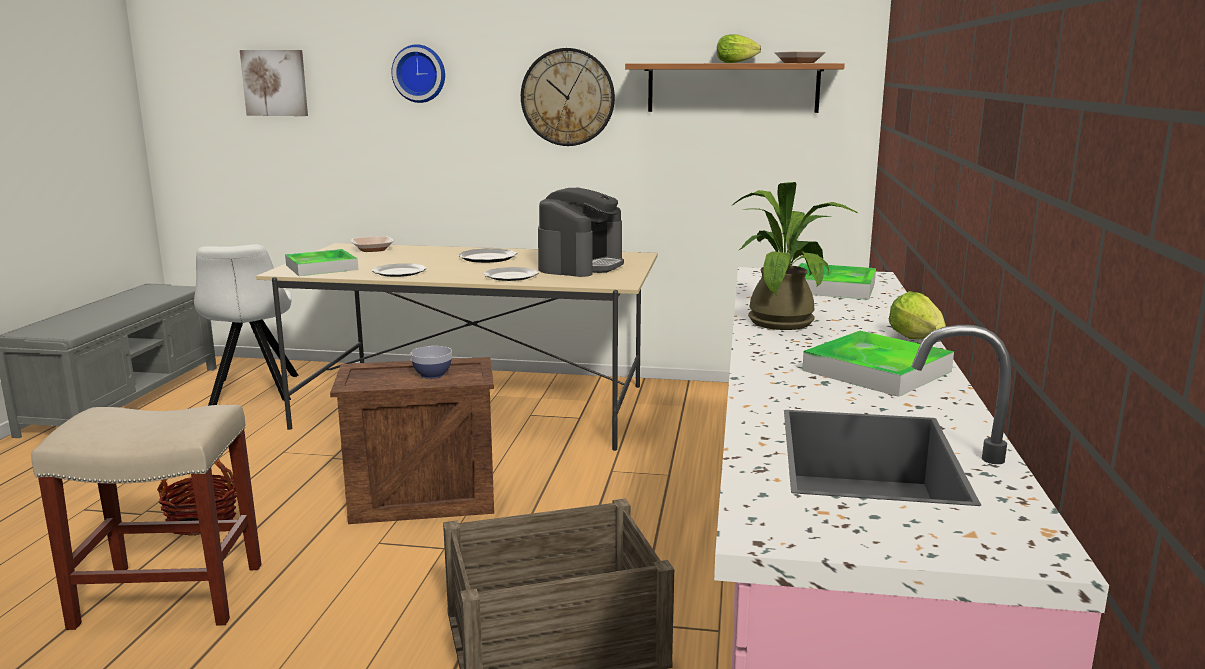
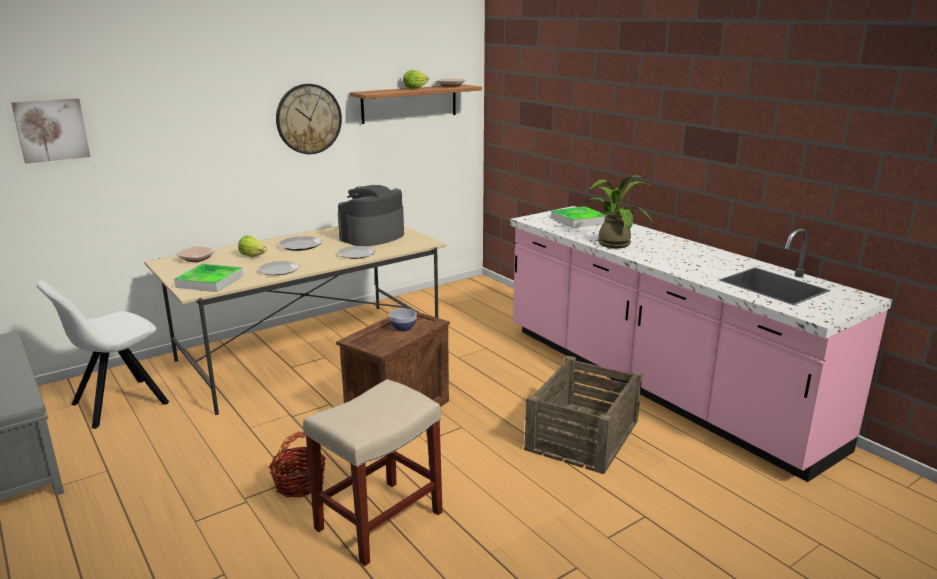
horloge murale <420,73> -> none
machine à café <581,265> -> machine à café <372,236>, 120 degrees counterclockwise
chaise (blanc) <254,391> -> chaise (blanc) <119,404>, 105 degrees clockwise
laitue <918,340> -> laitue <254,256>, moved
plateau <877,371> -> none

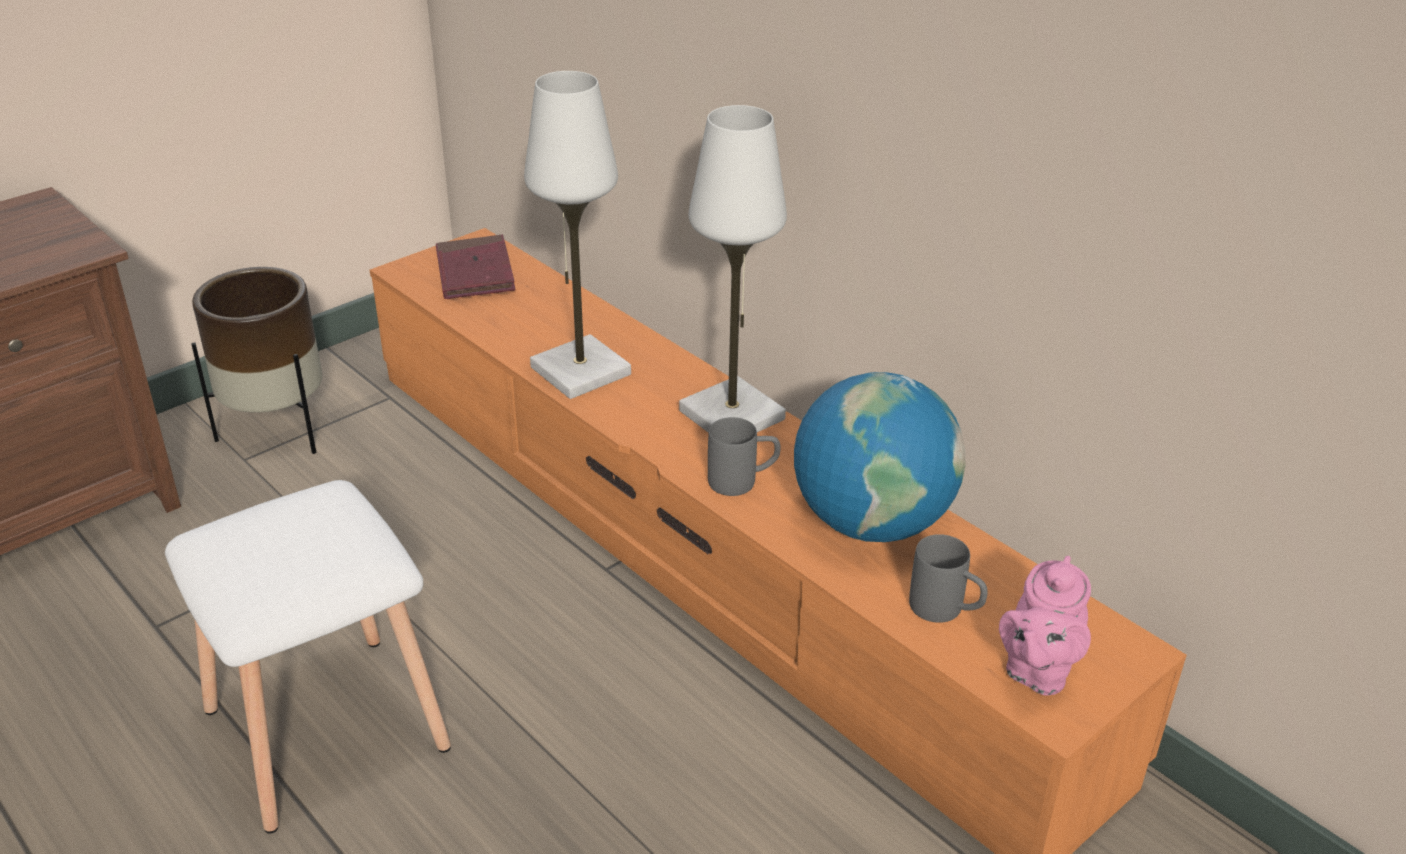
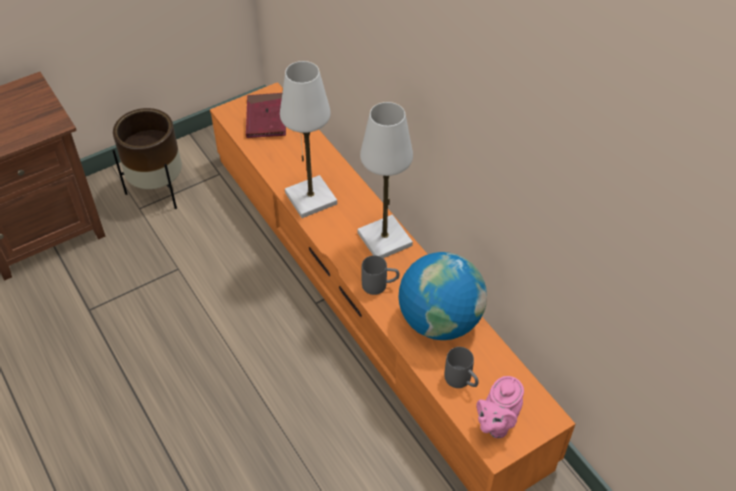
tabouret (blanc) <329,726> -> none

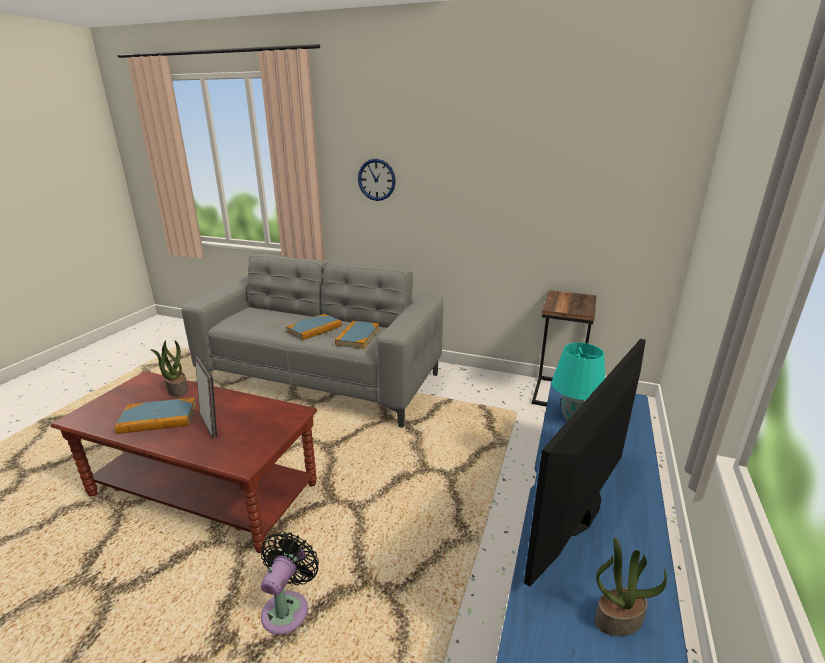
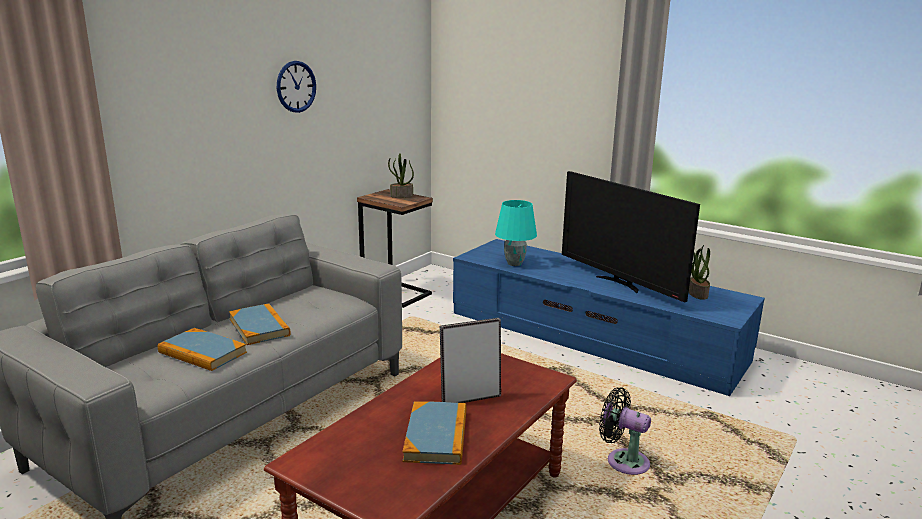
horloge murale <376,180> -> horloge murale <296,86>, moved
livre <358,337> -> livre <202,353>, moved
plante en pot <177,389> -> plante en pot <401,196>, moved

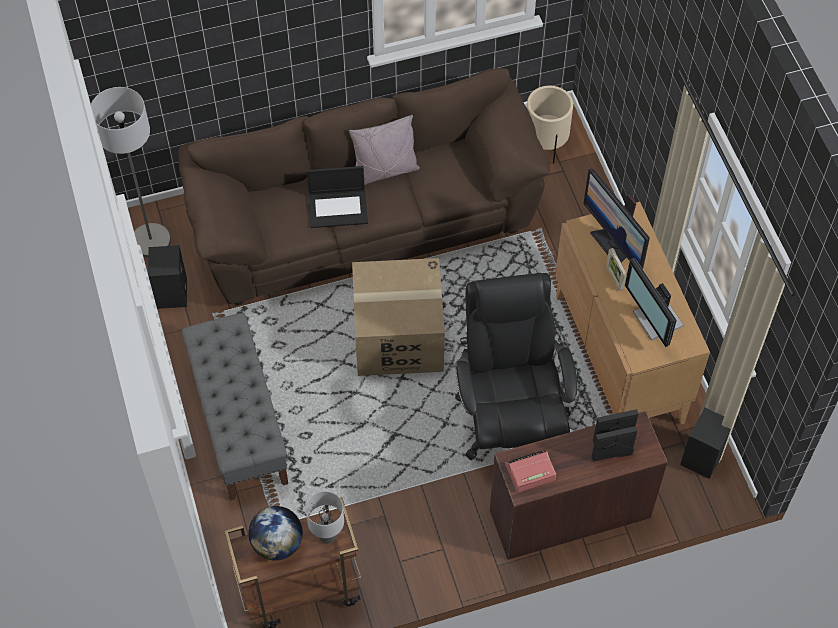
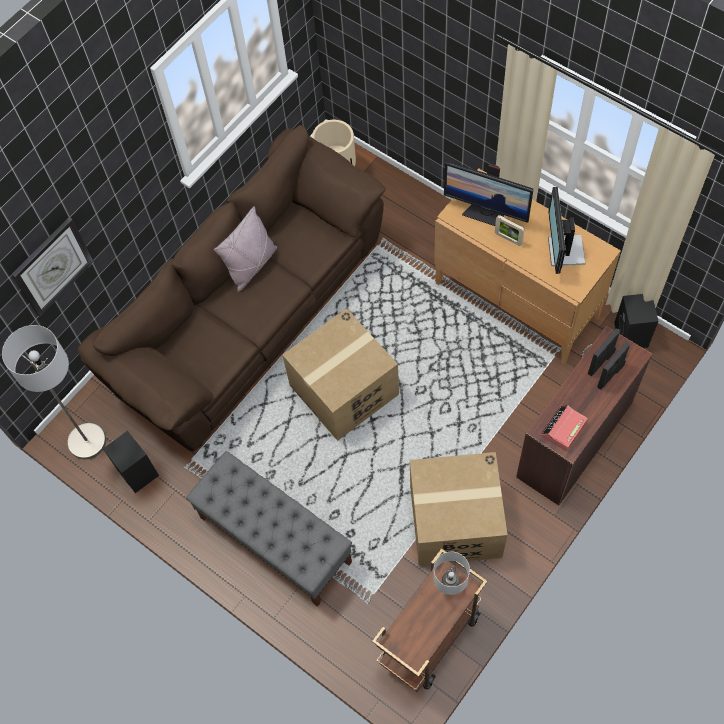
ordinateur portable <338,208> -> none
écran d'ordinateur <656,320> -> écran d'ordinateur <564,251>, 60 degrees clockwise
chaise de bureau (noir) <510,420> -> none
globe <277,543> -> none
none -> horloge murale <52,266>
none -> carton <455,521>

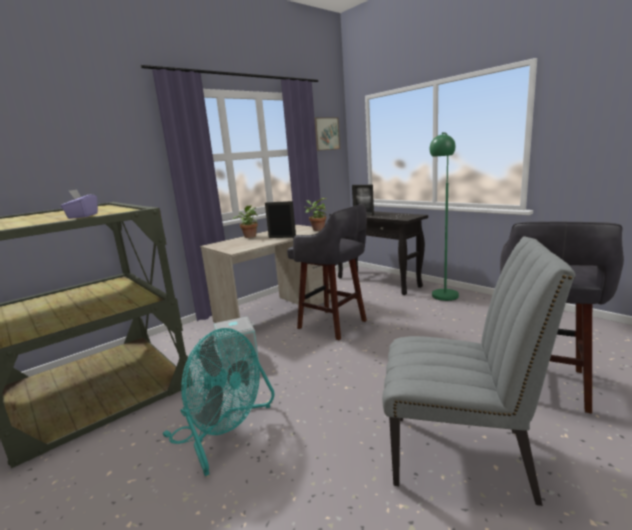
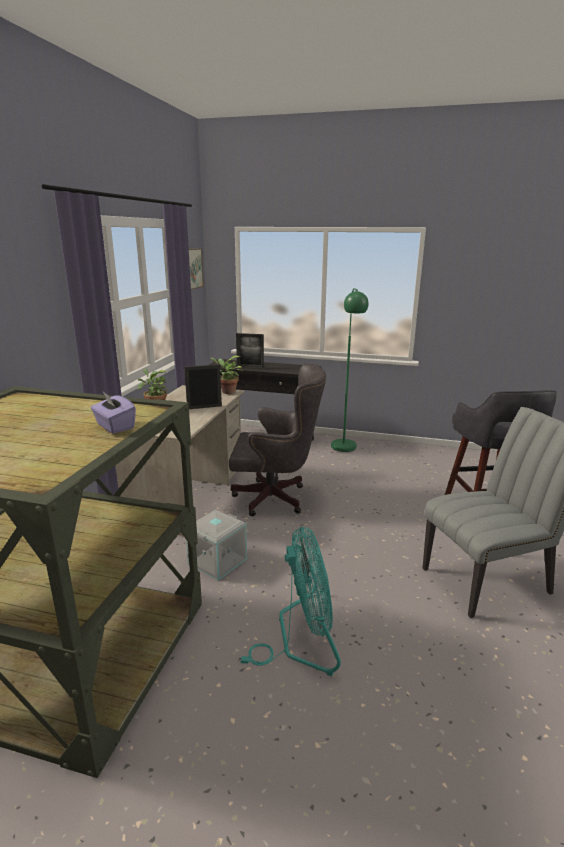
tabouret (gris) <334,325> -> chaise de bureau (gris) <275,498>

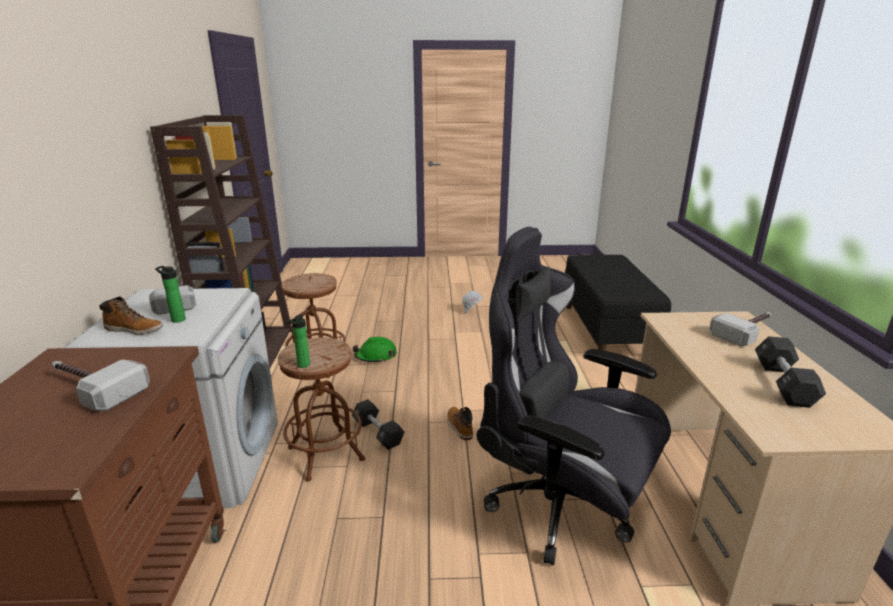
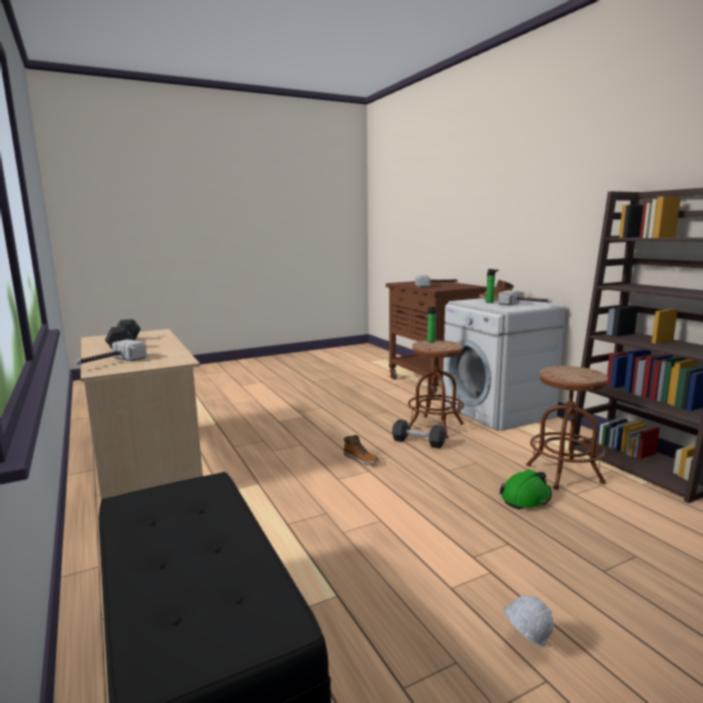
chaise de bureau (noir) <566,511> -> none

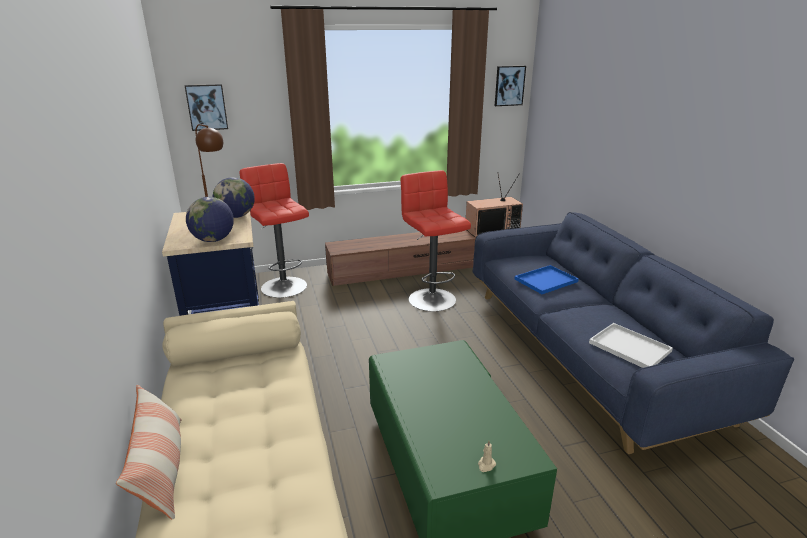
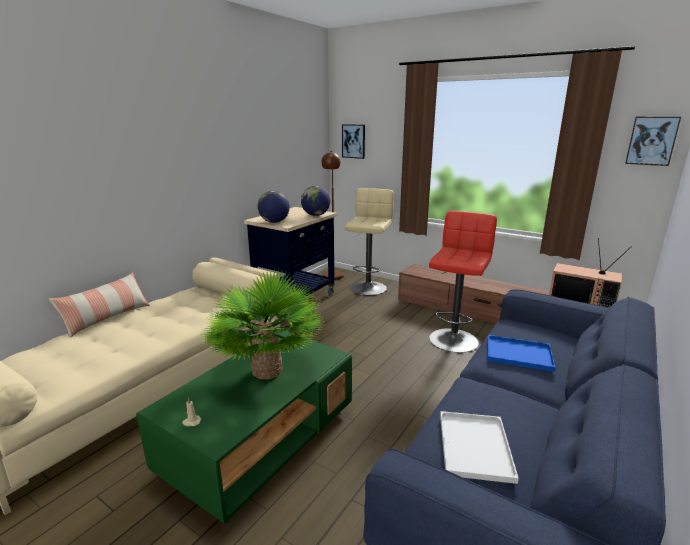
tabouret (rouge) <284,287> -> tabouret (beige) <368,288>
none -> plante en pot <267,370>

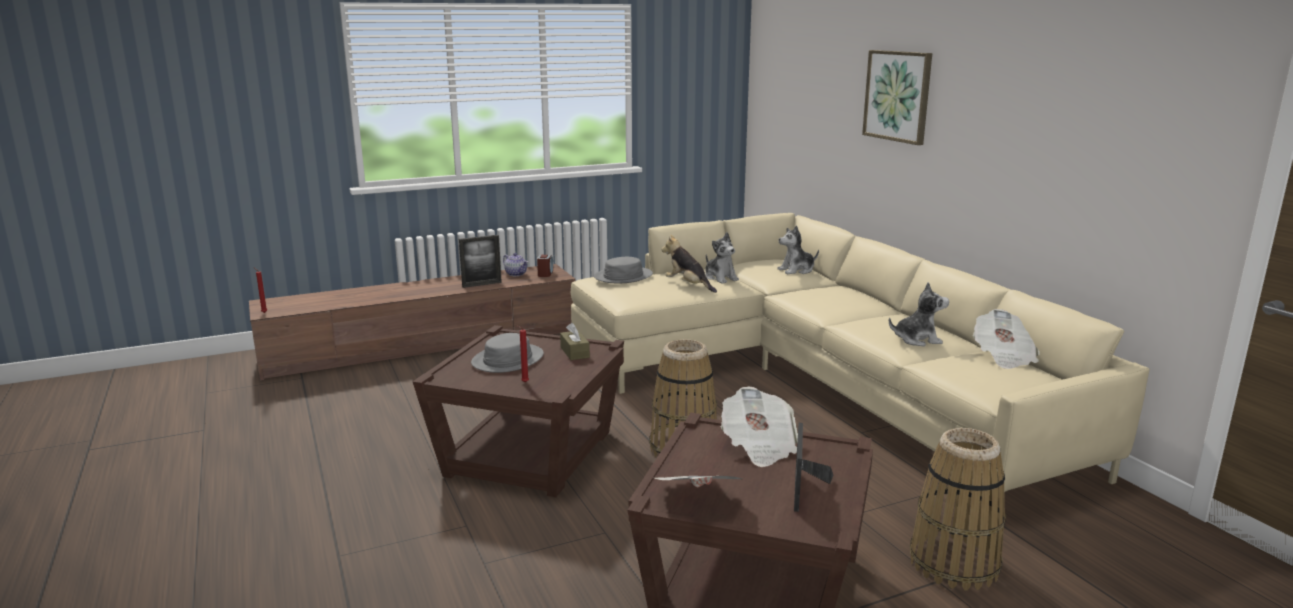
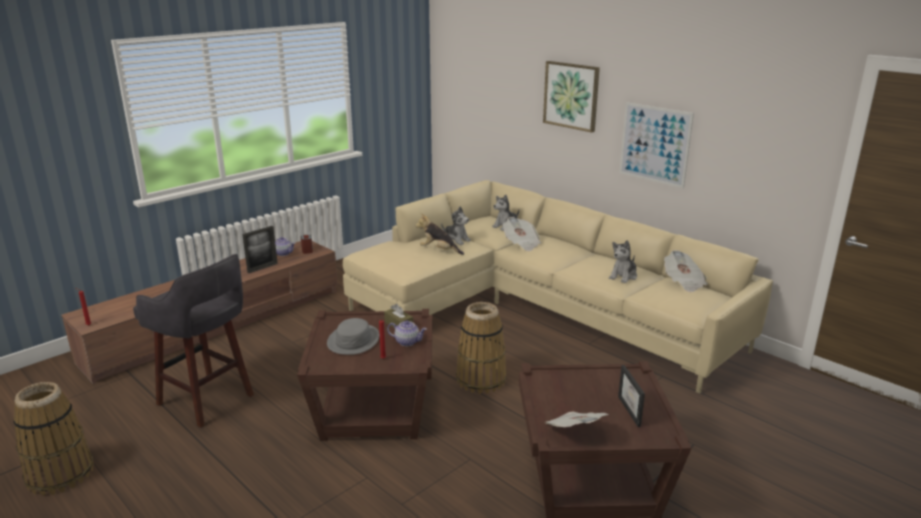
chapeau (gris) <623,276> -> none
peluche <917,340> -> peluche <623,276>, 150 degrees clockwise
journal <759,446> -> journal <521,244>, moved
panier <954,563> -> panier <60,474>, moved
none -> tableau <655,144>
none -> tabouret (gris) <208,401>
none -> théière <407,342>

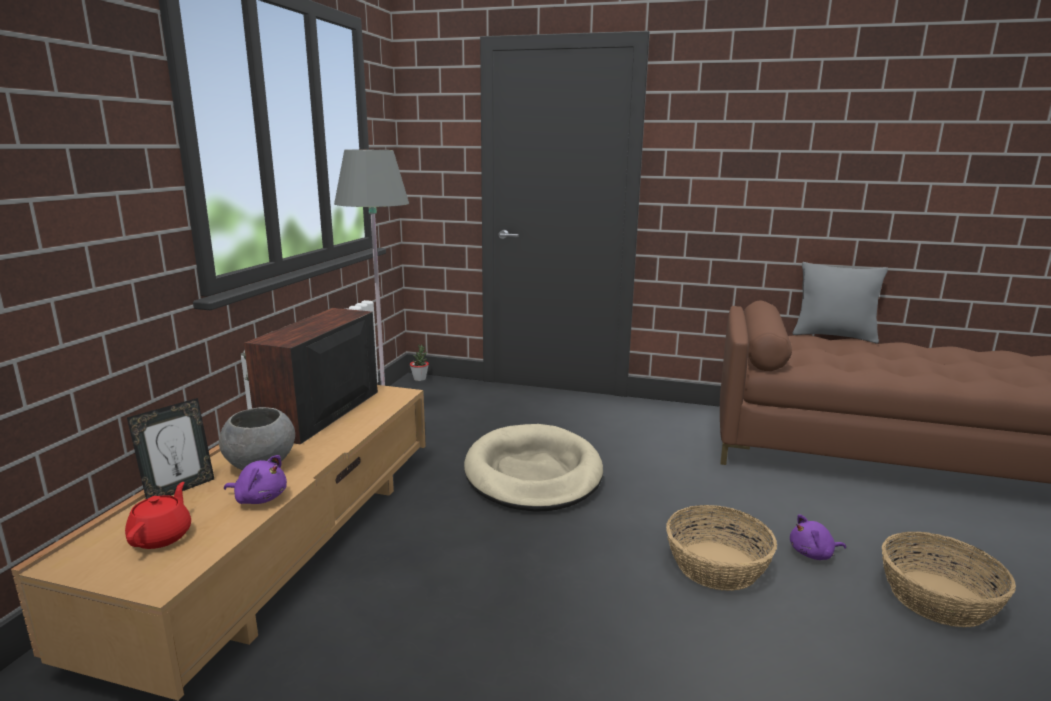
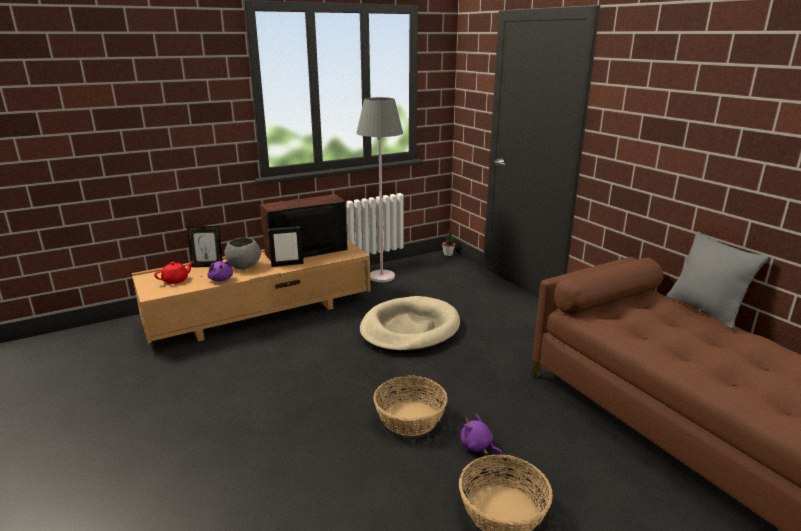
none -> cadre photo <287,264>

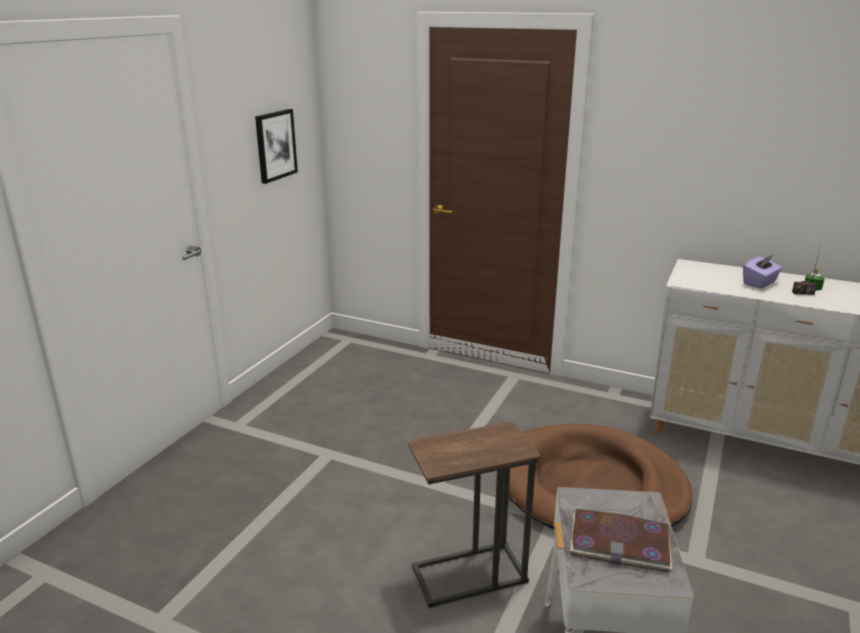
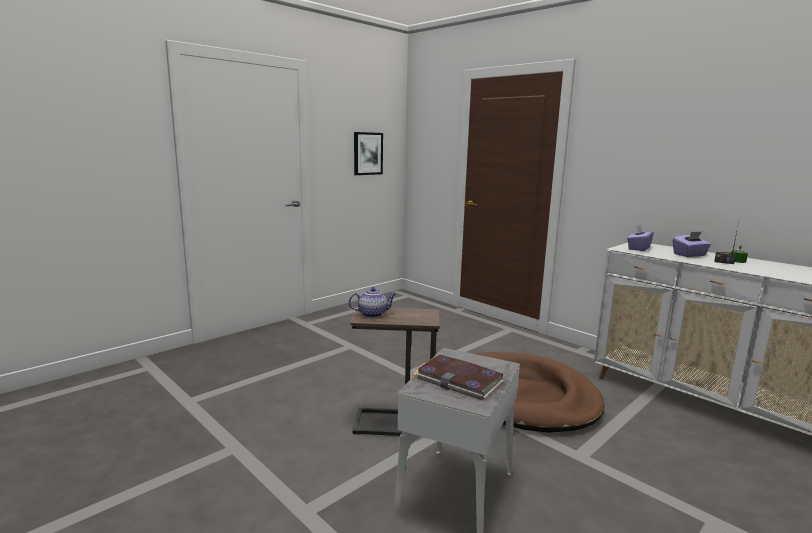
none -> boîte à mouchoirs (violet) <638,248>
none -> théière <373,314>

